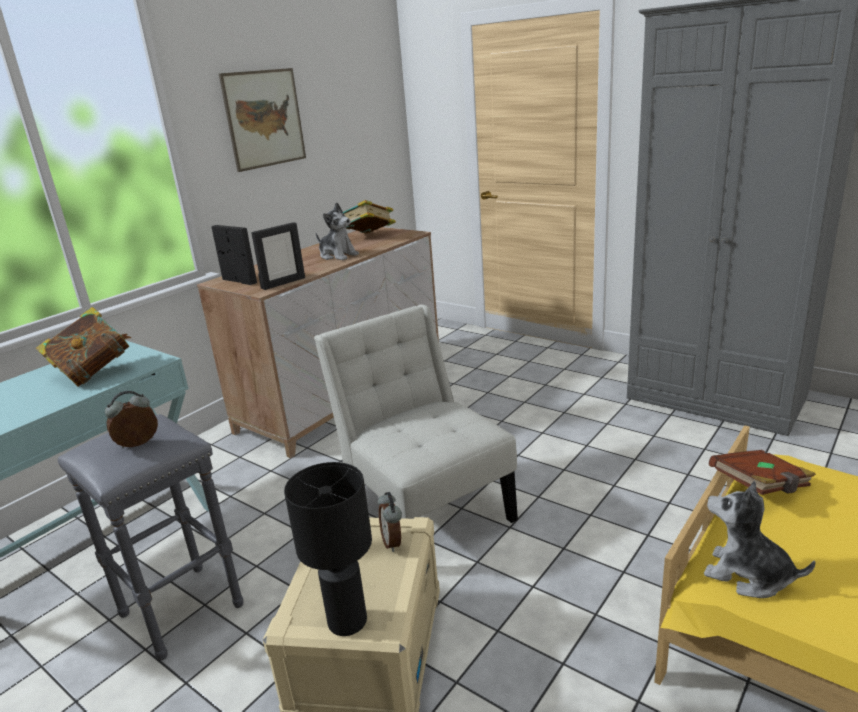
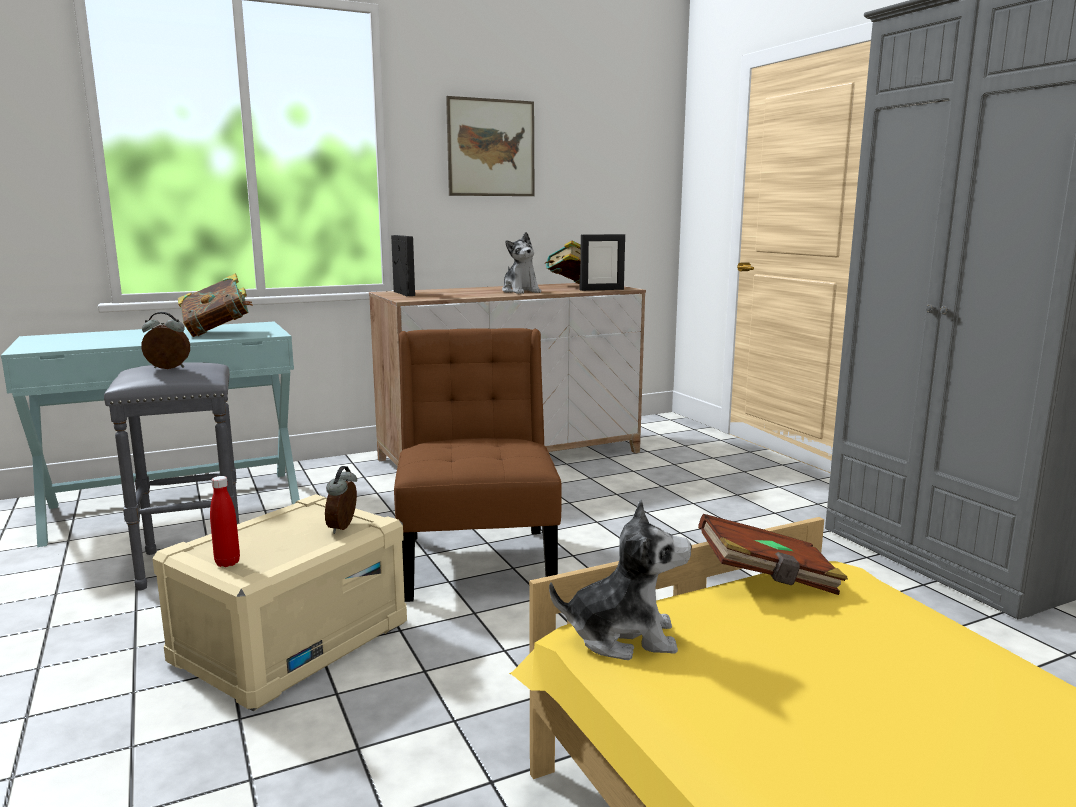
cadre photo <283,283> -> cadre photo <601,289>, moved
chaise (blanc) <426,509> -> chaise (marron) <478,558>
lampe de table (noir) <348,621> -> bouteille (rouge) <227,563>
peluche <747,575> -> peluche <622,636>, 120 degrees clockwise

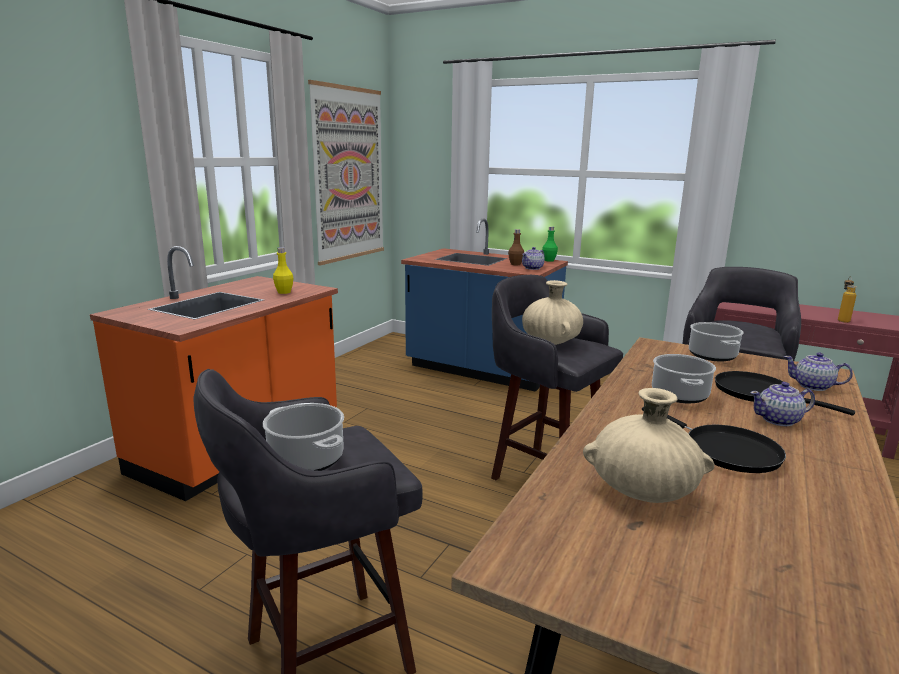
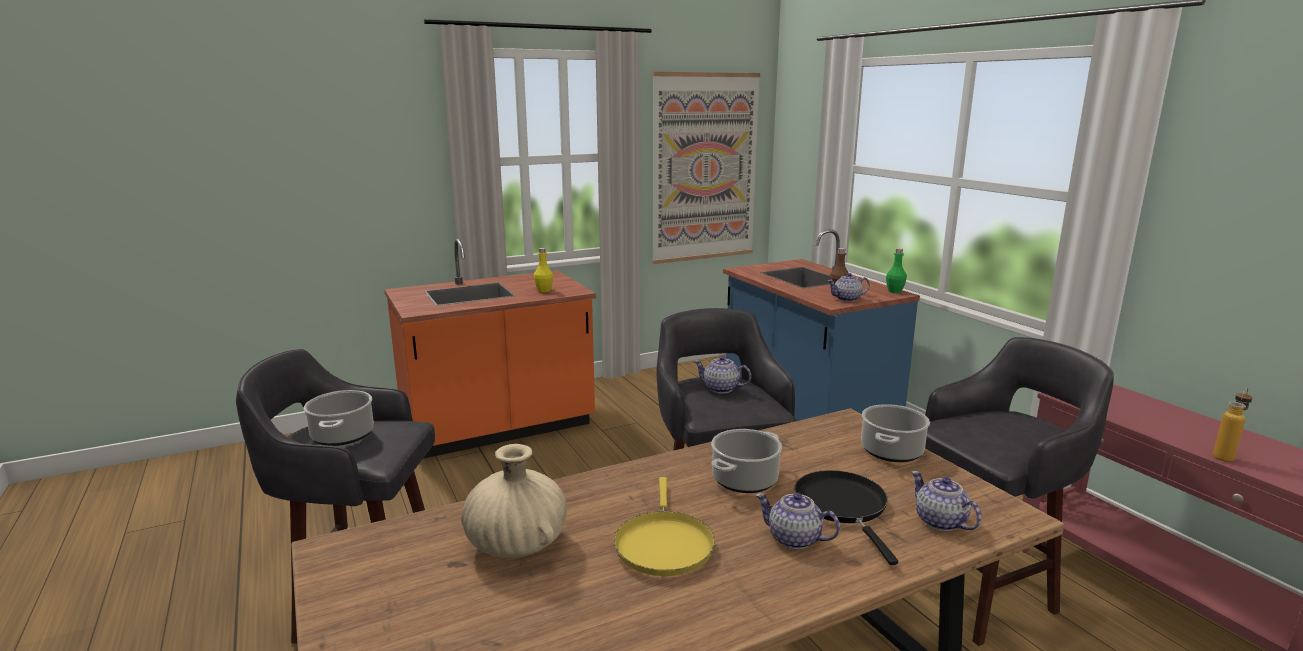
vase (beige) <551,341> -> théière <721,389>
poêle (noir) <725,451> -> poêle (jaune) <663,544>

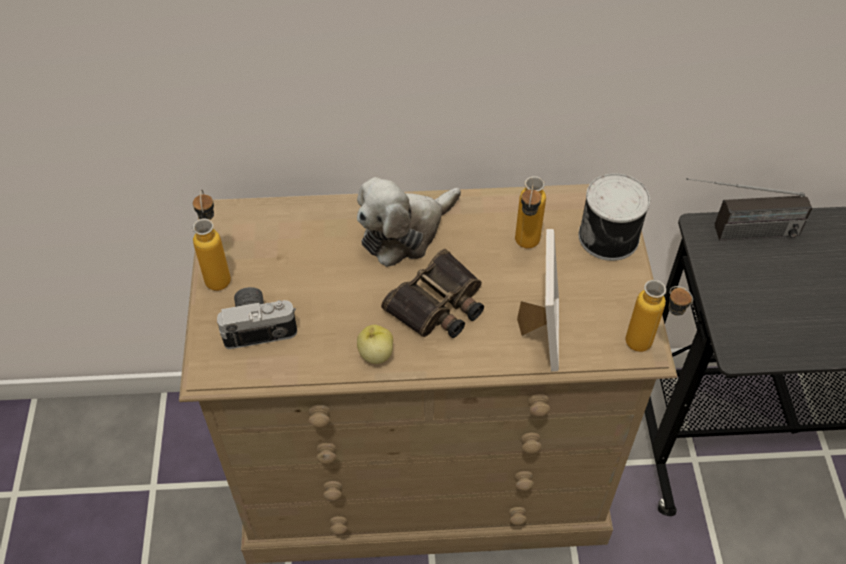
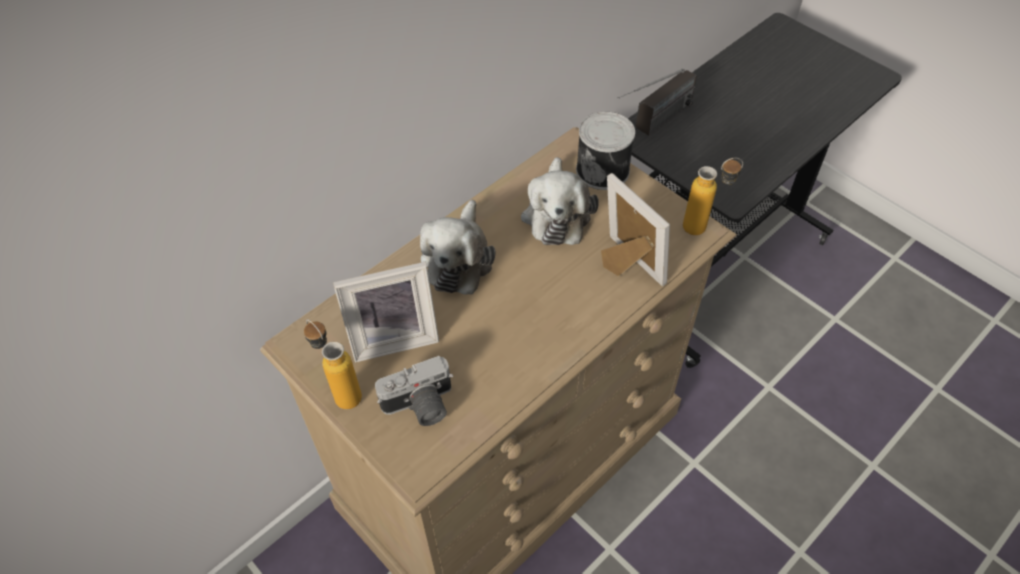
bouteille <525,248> -> peluche <556,214>
jumelles <438,305> -> none
appareil photo <259,325> -> appareil photo <420,407>, 150 degrees counterclockwise
pomme <375,354> -> none
none -> cadre photo <393,337>

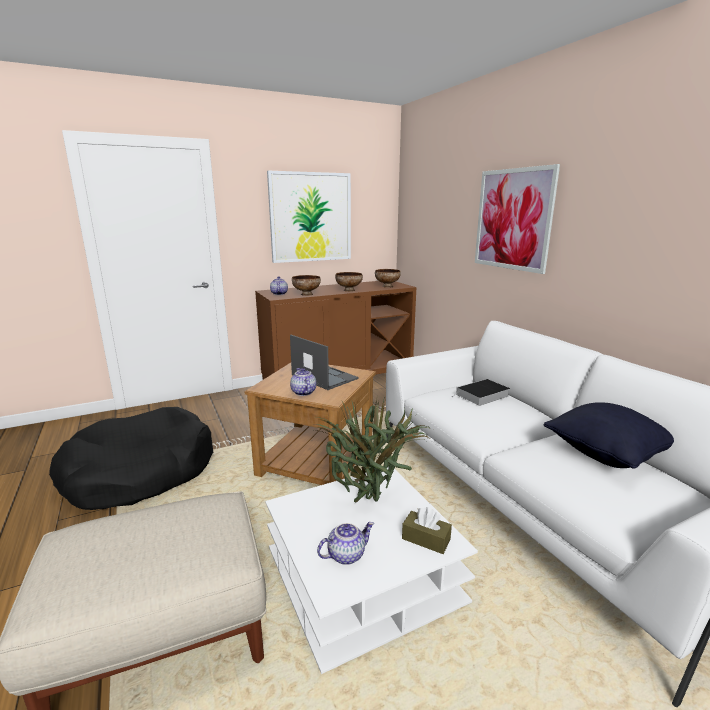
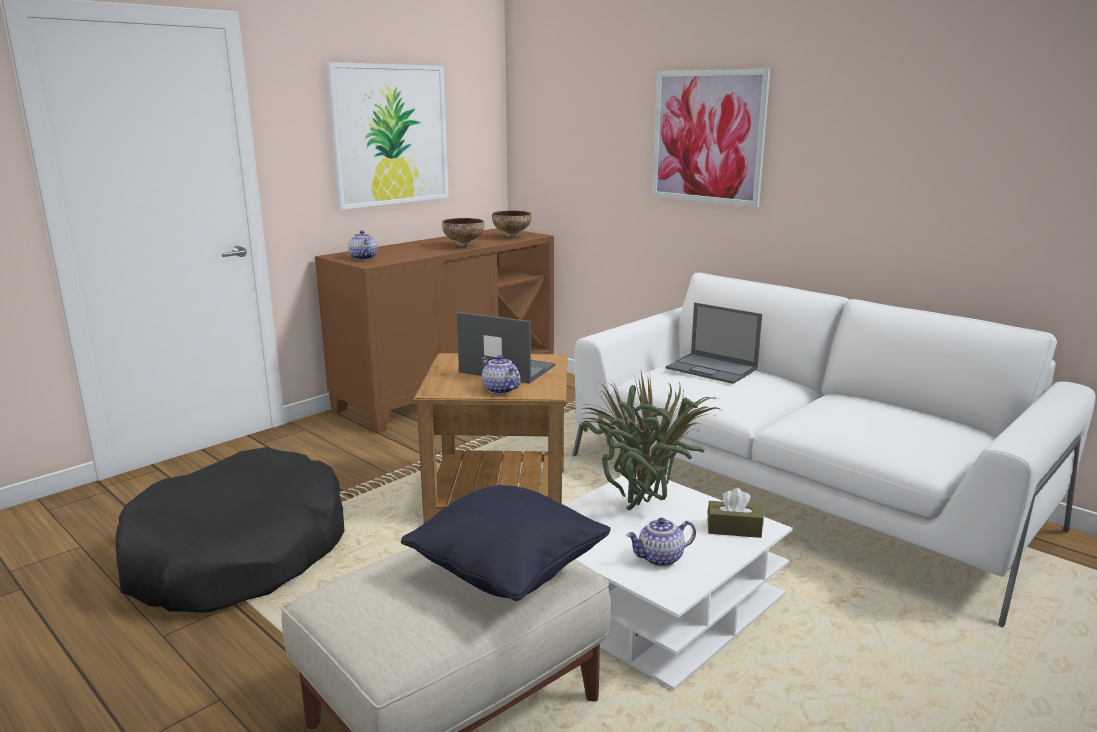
bol <306,294> -> none
livre <481,395> -> ordinateur portable <712,369>
coussin (noir) <606,454> -> coussin (noir) <507,573>, moved
théière <346,554> -> théière <660,559>, 150 degrees counterclockwise

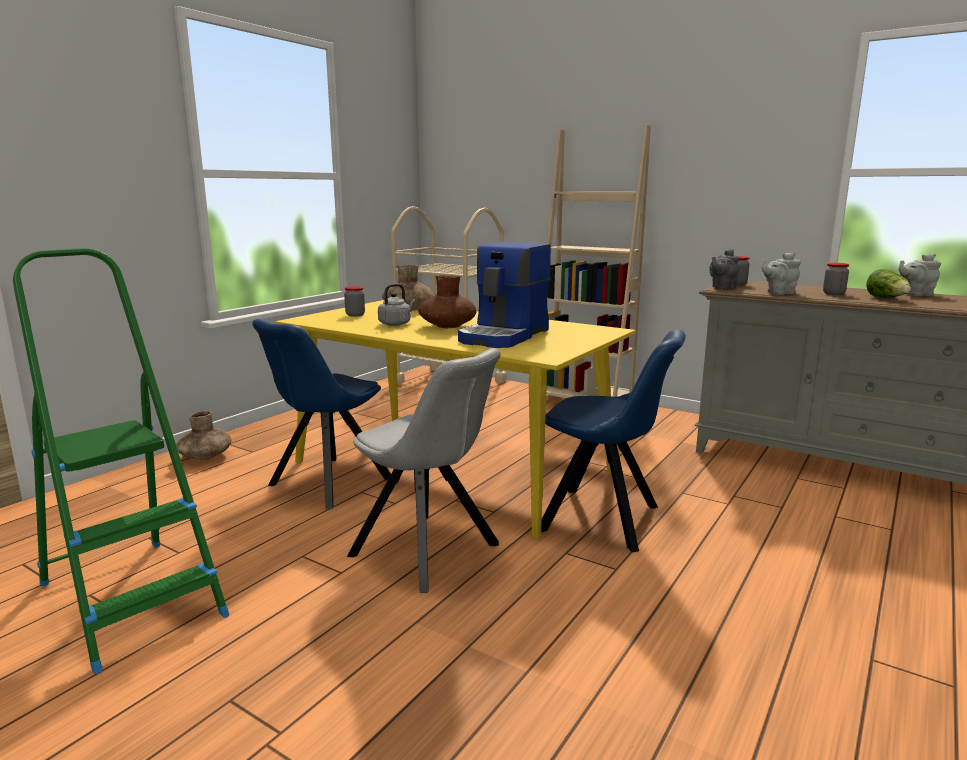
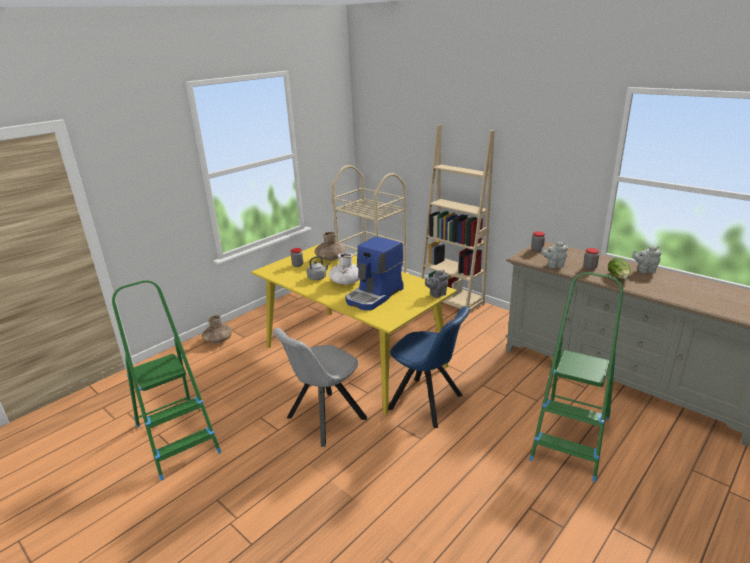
théière (gris) <722,287> -> théière (gris) <436,294>, moved
vase (marron) <447,326> -> vase (blanc) <346,282>
chaise (bleu) <328,483> -> none
chaise (gris) <427,551> -> chaise (gris) <324,419>, 90 degrees clockwise
none -> escabeau (vert) <571,438>

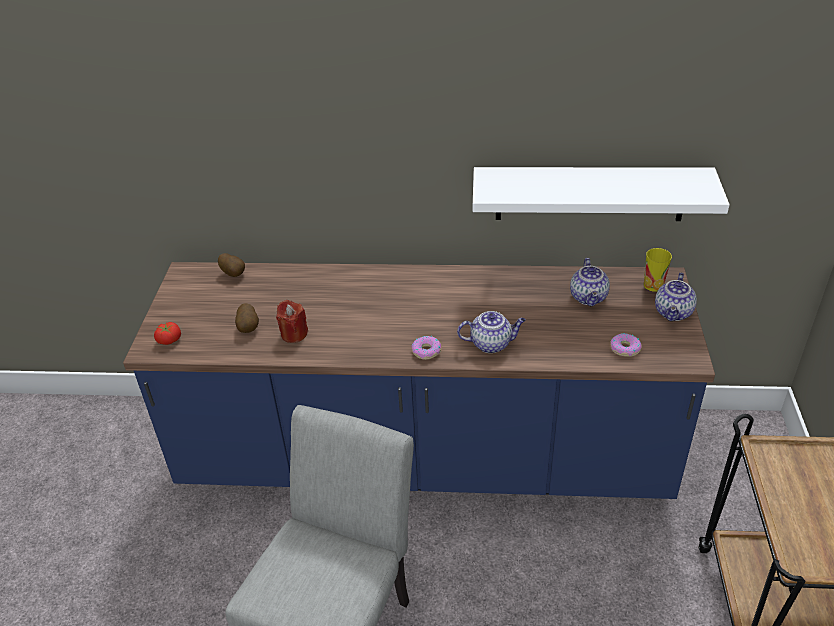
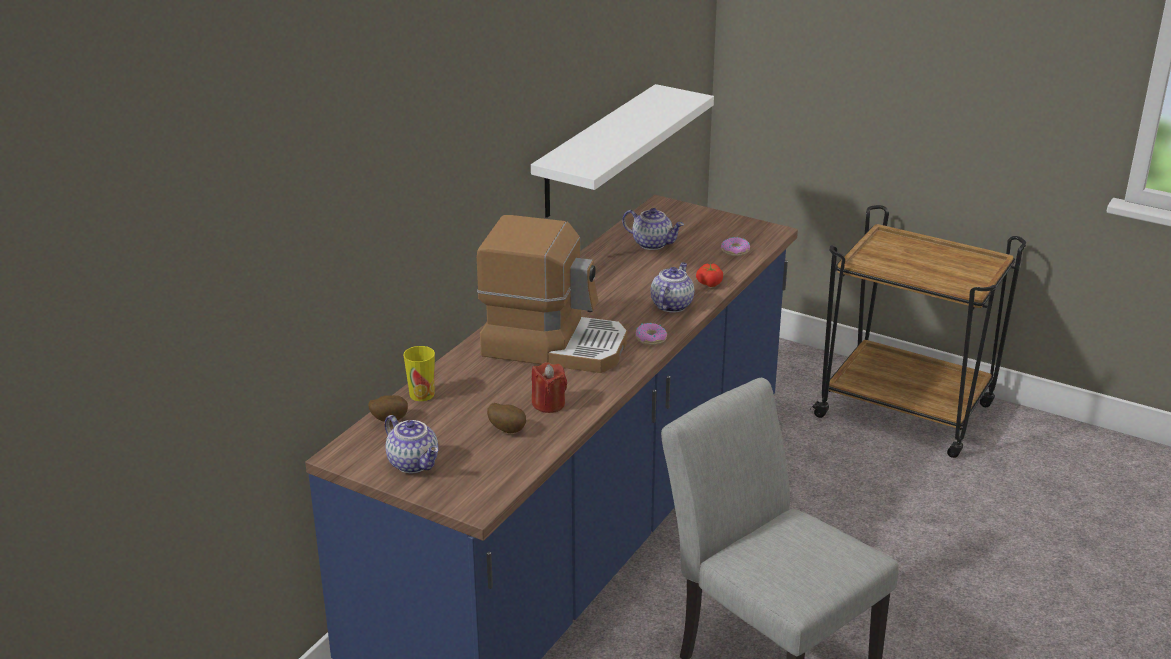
tasse <653,285> -> tasse <422,394>, moved
théière <674,313> -> théière <414,463>, moved
tomate <169,339> -> tomate <709,283>, moved
none -> machine à café <554,344>

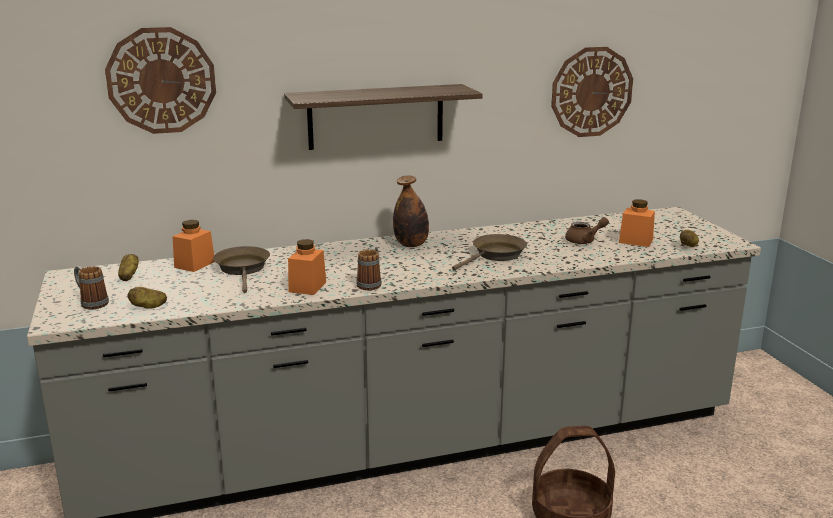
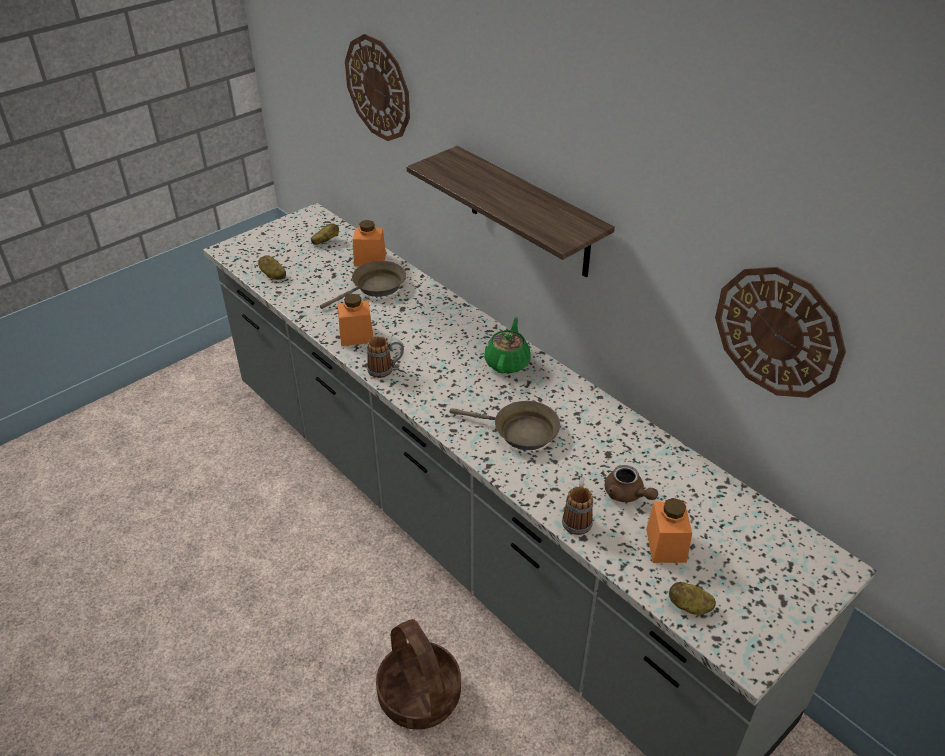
bouteille <411,245> -> théière (vert) <507,362>
mug <91,303> -> mug <577,518>, moved

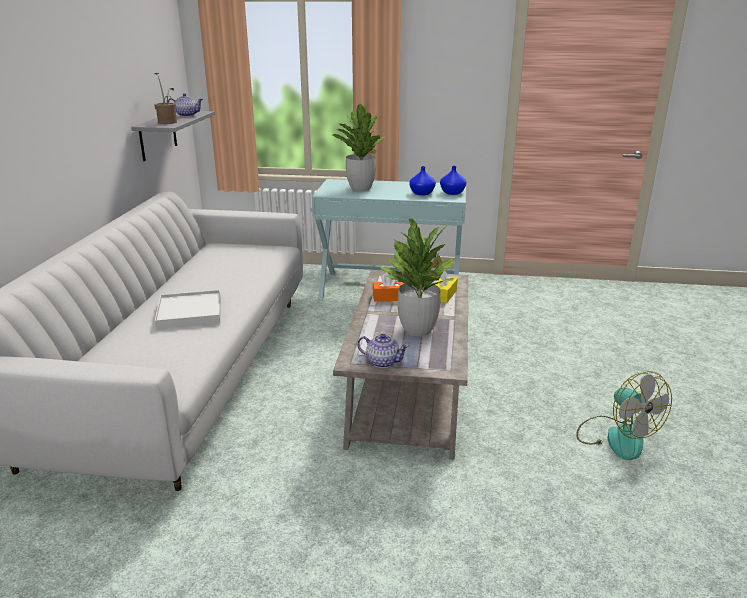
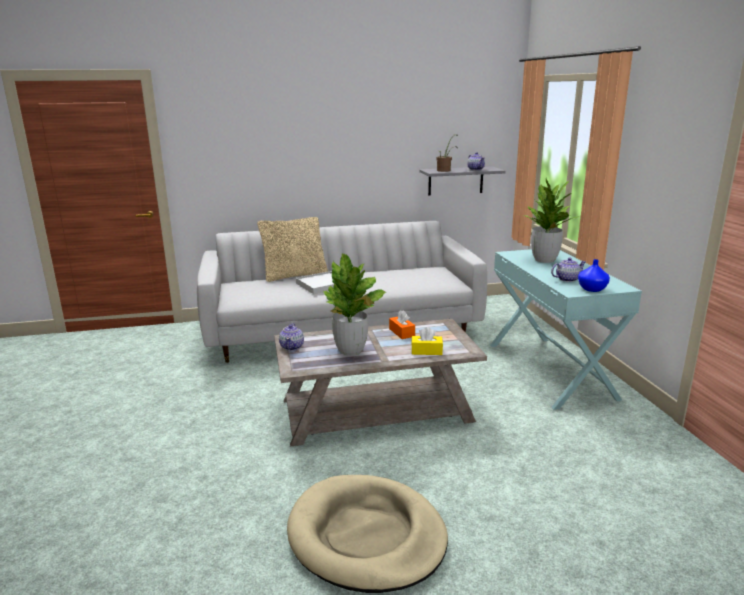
vase (bleu) <421,193> -> théière <567,279>
ventilateur <616,437> -> panier pour chien (beige) <366,536>
none -> coussin (beige) <295,274>

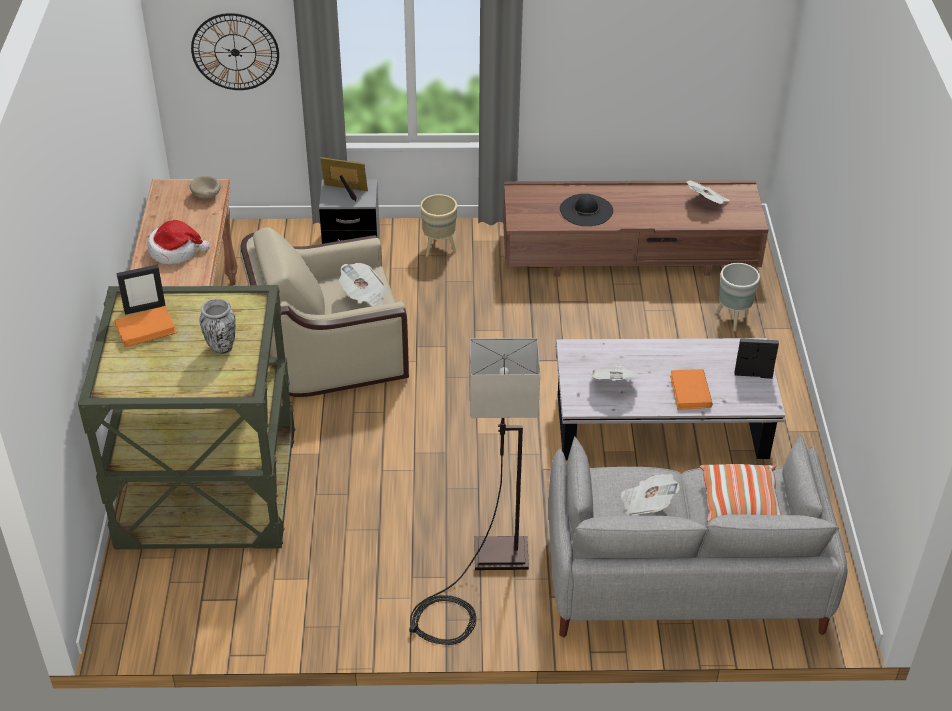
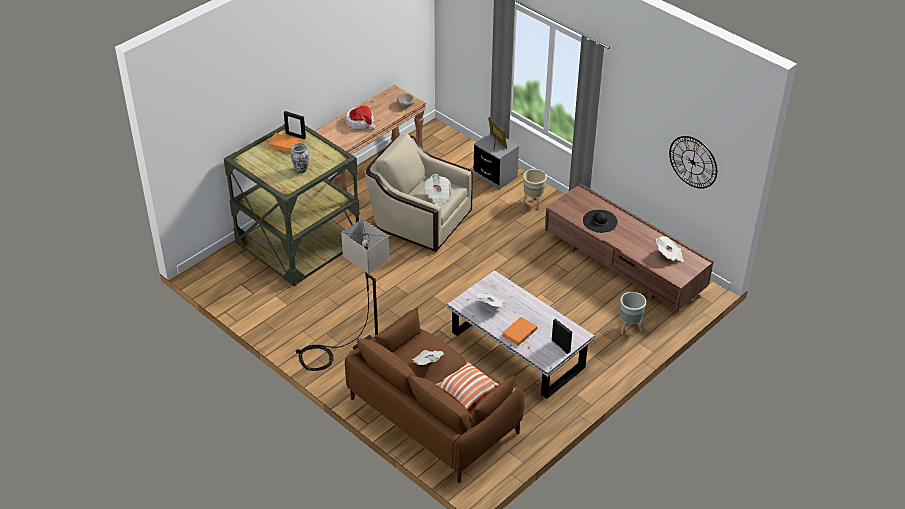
horloge murale <235,52> -> horloge murale <693,162>, moved
canapé (gris) <683,575> -> canapé (marron) <434,415>

